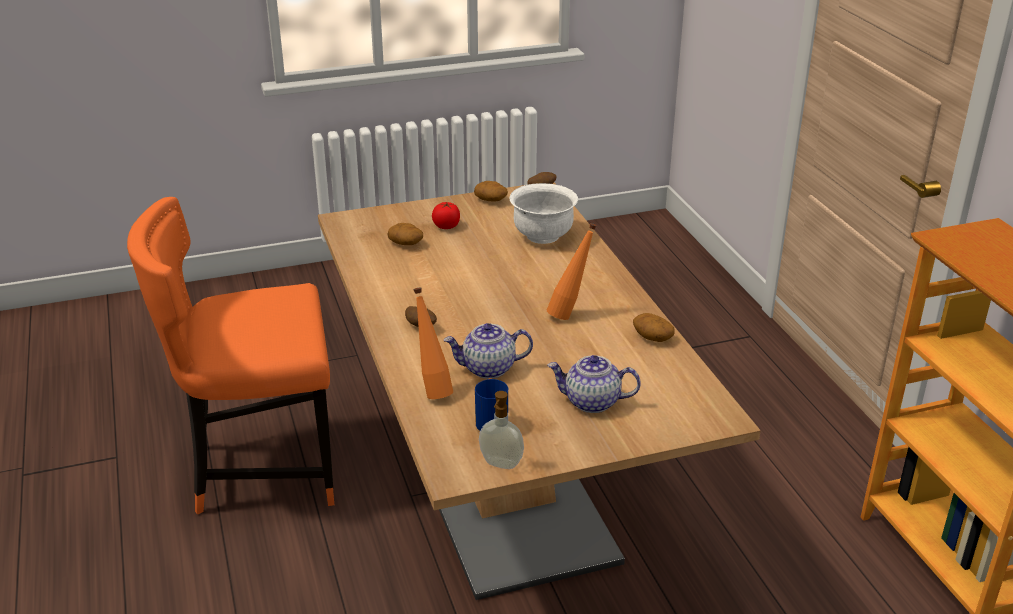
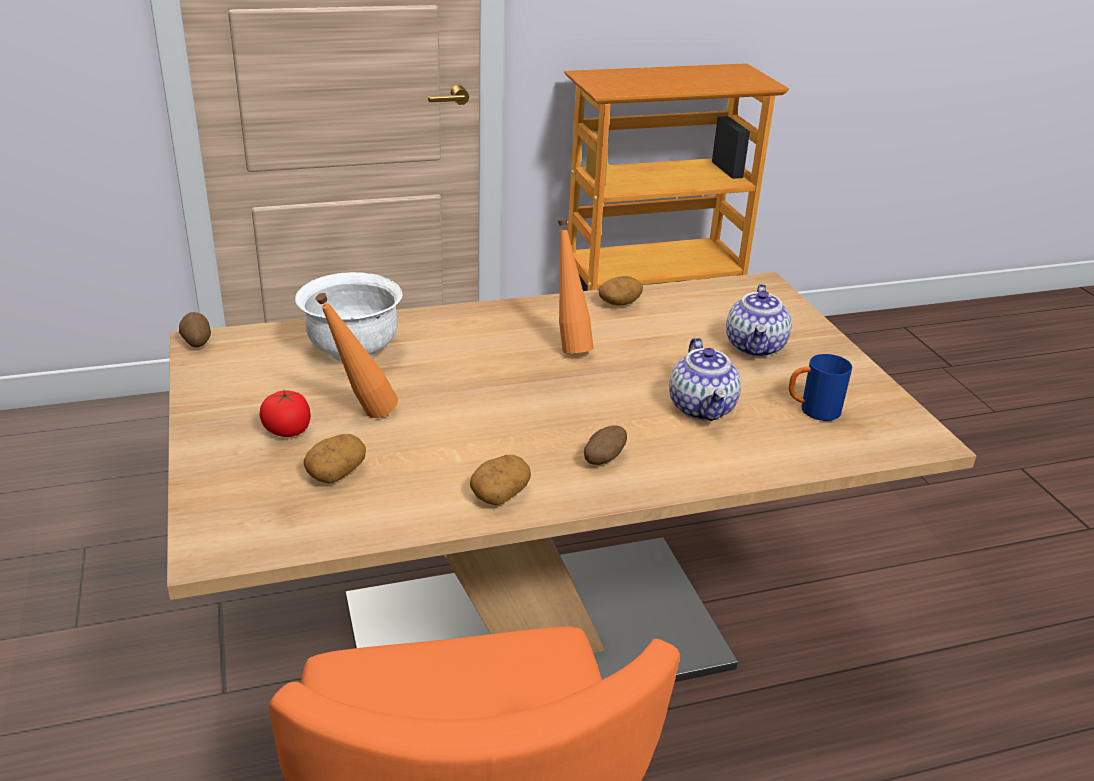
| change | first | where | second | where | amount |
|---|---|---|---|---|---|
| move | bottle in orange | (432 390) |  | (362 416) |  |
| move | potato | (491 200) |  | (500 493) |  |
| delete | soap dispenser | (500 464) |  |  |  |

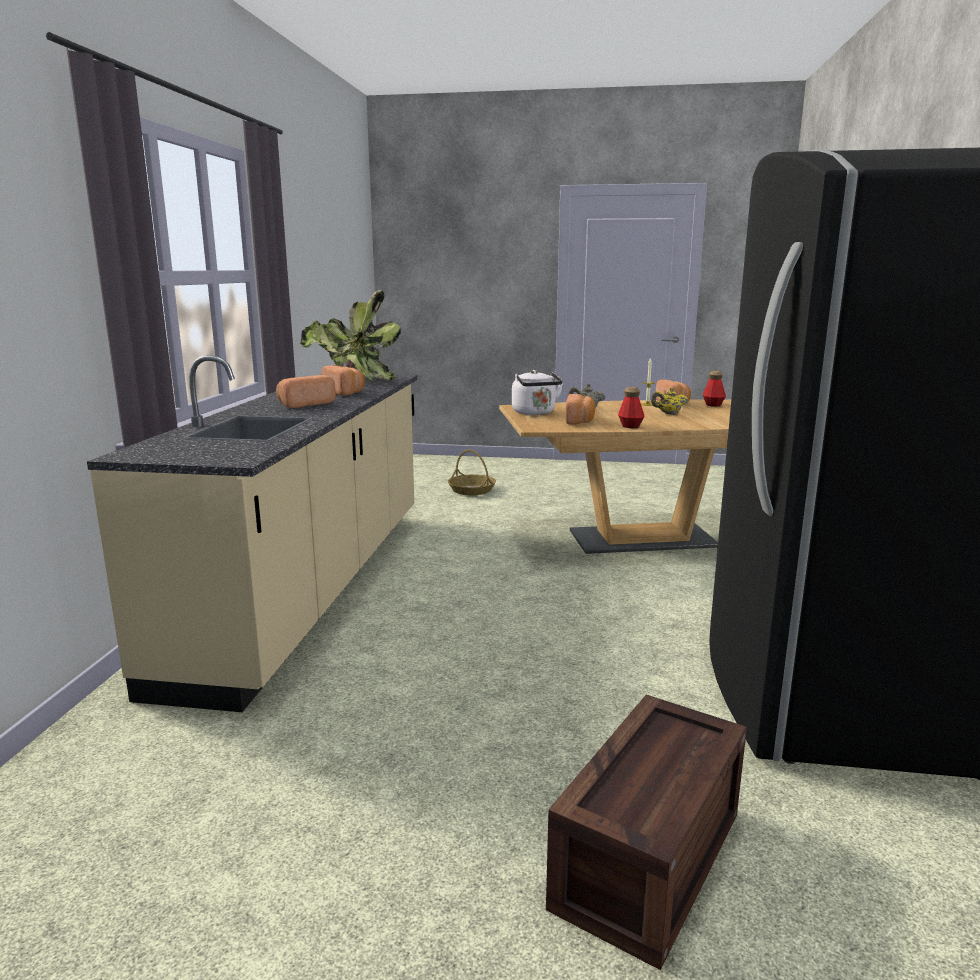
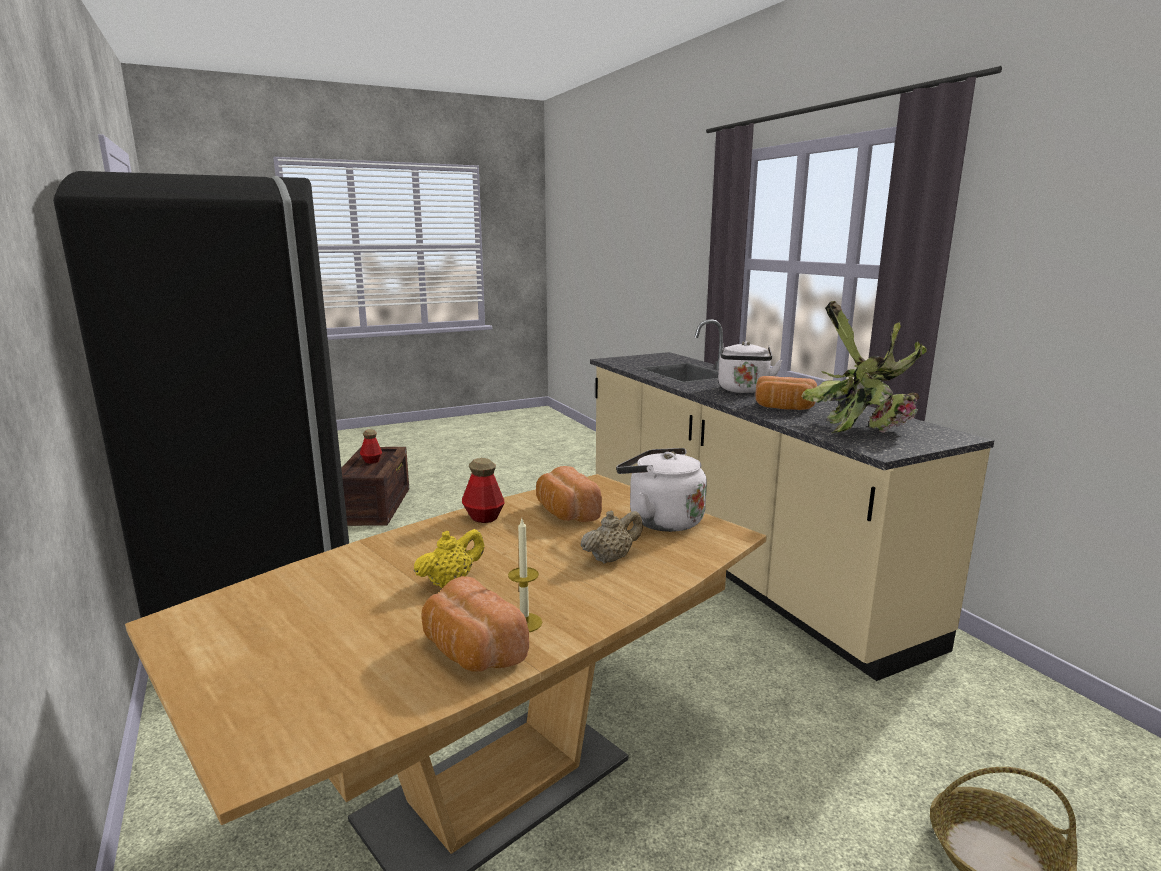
| change | first | where | second | where | amount |
|---|---|---|---|---|---|
| move | bottle | (713 405) |  | (371 461) |  |
| replace | bread | (304 404) | kettle in white | (743 390) |  |

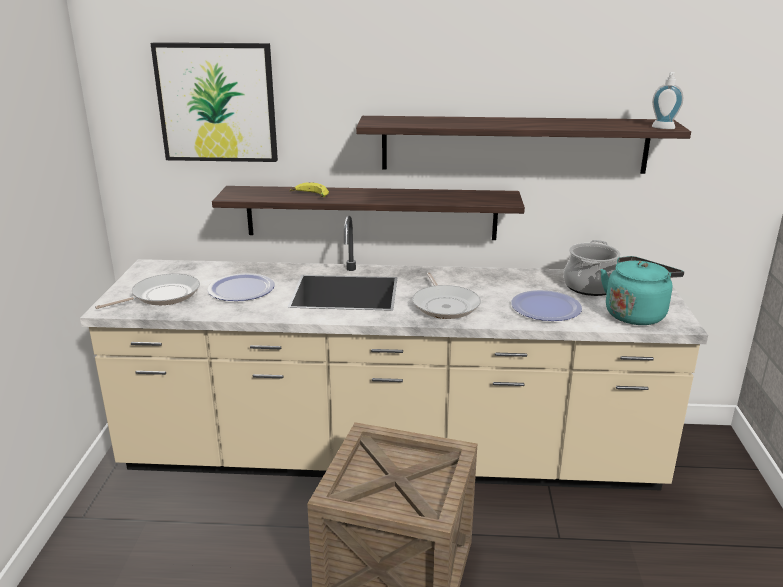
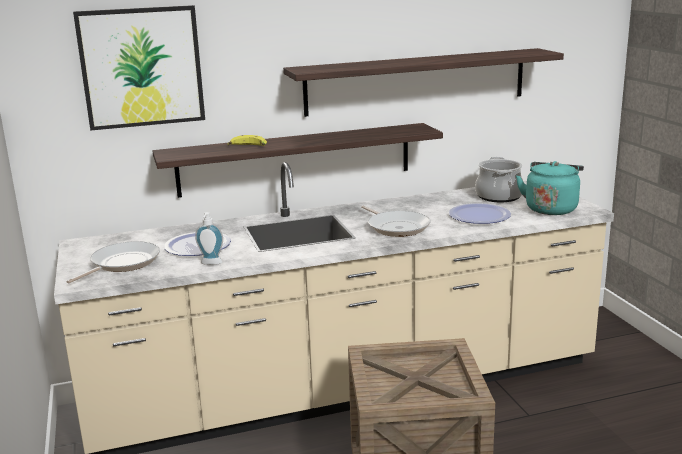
| change | first | where | second | where | amount |
|---|---|---|---|---|---|
| move | soap dispenser | (663 128) |  | (211 263) |  |

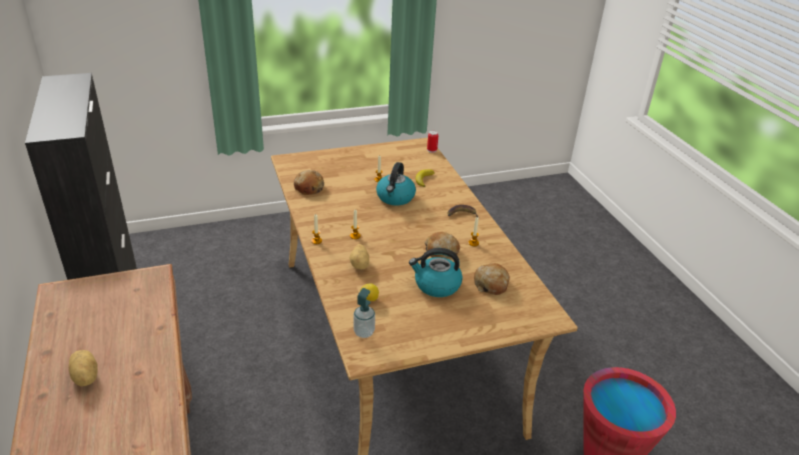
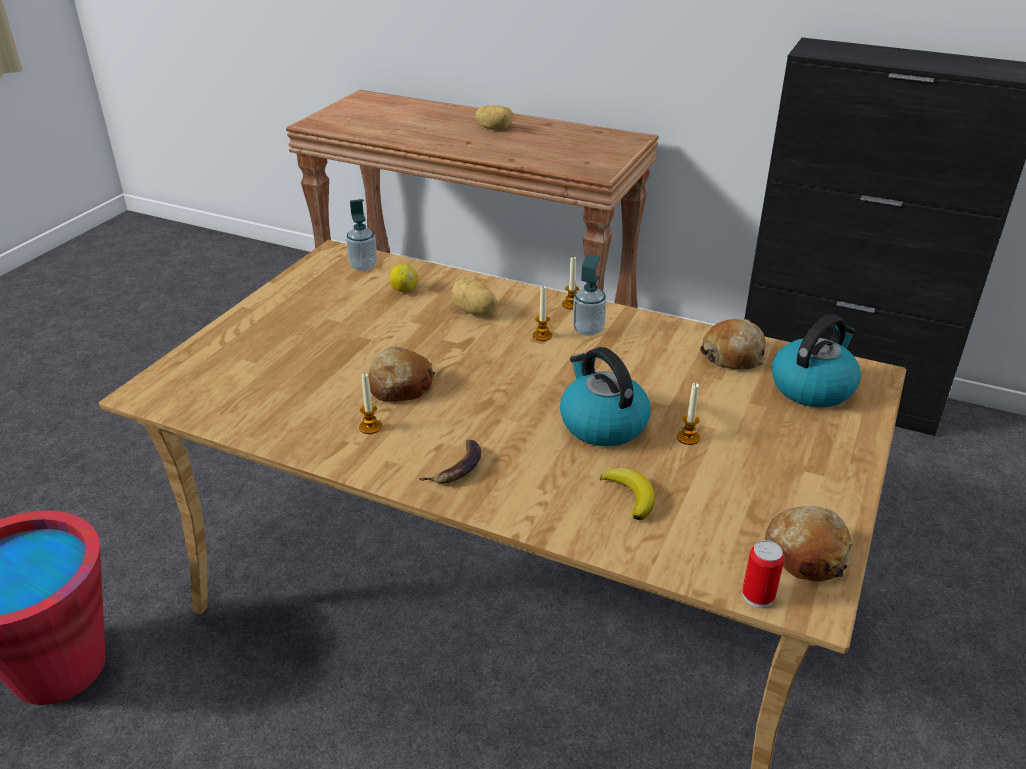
| change | first | where | second | where | amount |
|---|---|---|---|---|---|
| insert |  |  | soap dispenser | (588 330) |  |
| move | bread | (491 284) |  | (806 554) |  |
| move | kettle | (436 285) |  | (812 387) |  |

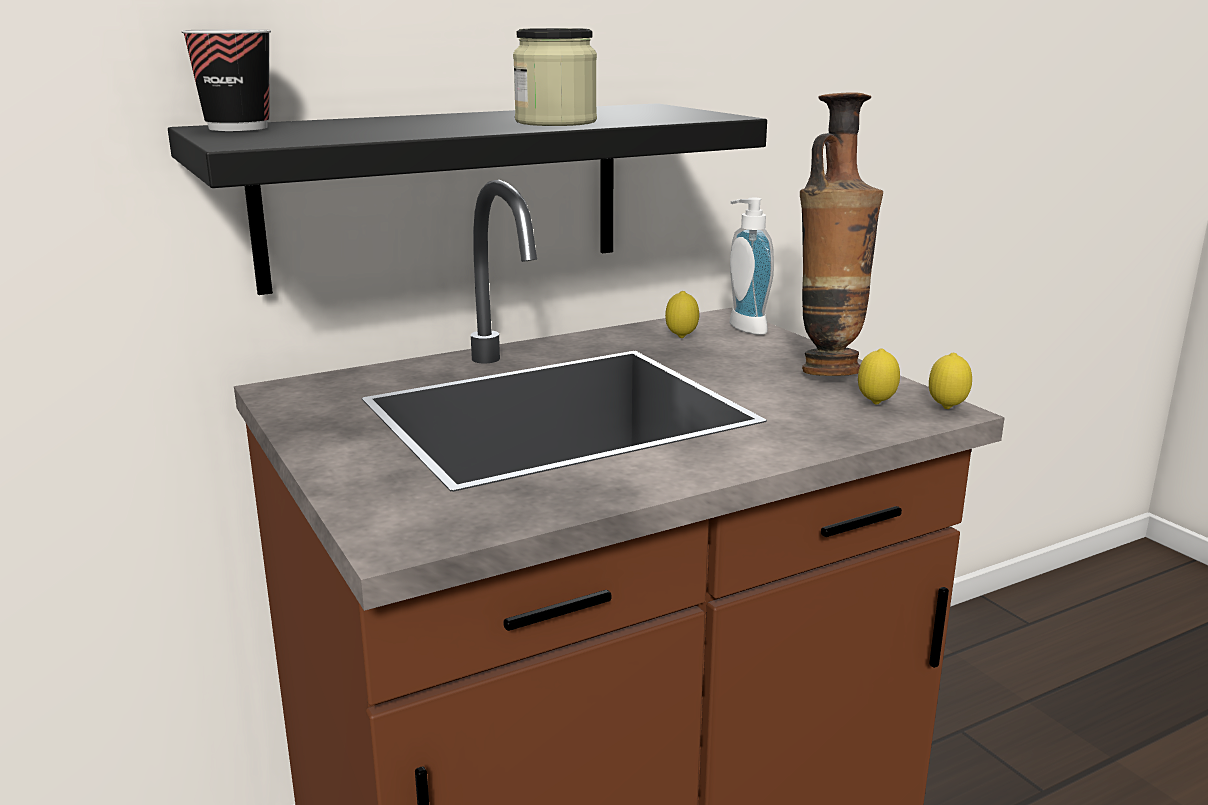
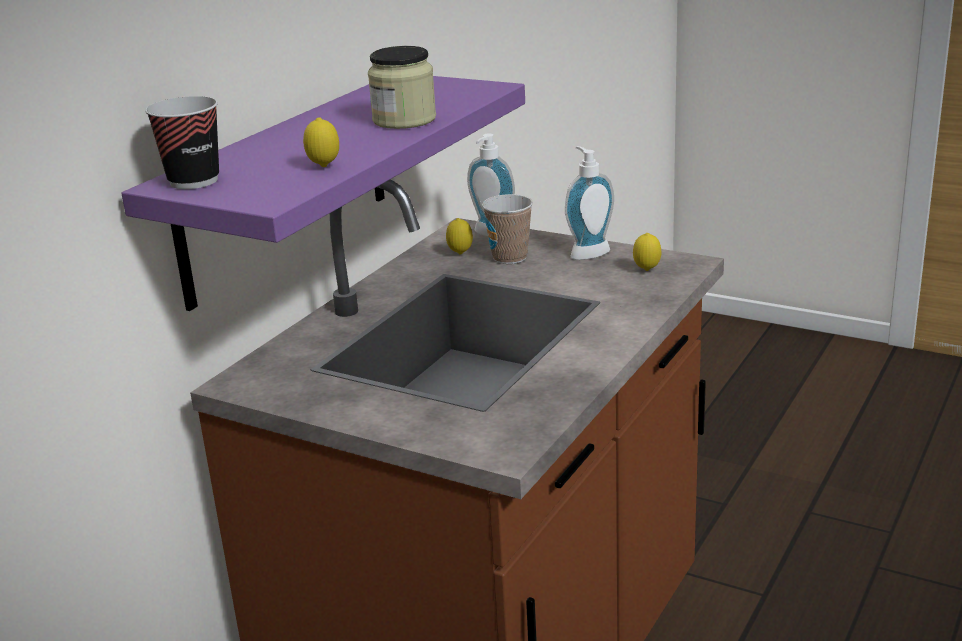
| change | first | where | second | where | amount |
|---|---|---|---|---|---|
| recolor | shelf in black | (444 194) | shelf in purple | (285 187) |  |
| move | lemon | (946 409) |  | (324 167) |  |
| insert |  |  | cup | (509 257) |  |
| replace | vase | (828 369) | soap dispenser | (587 252) |  |

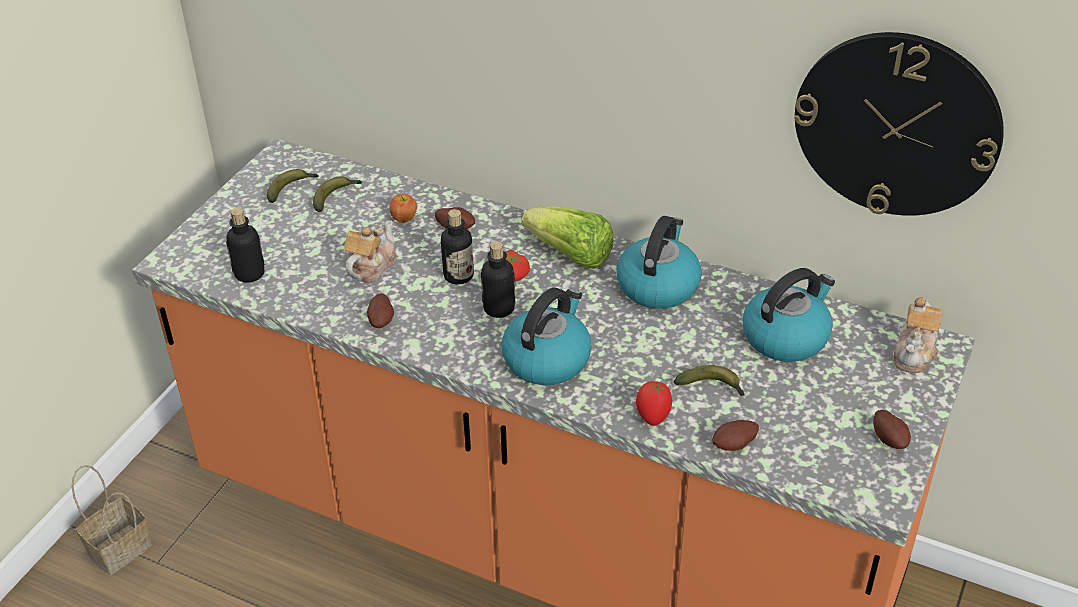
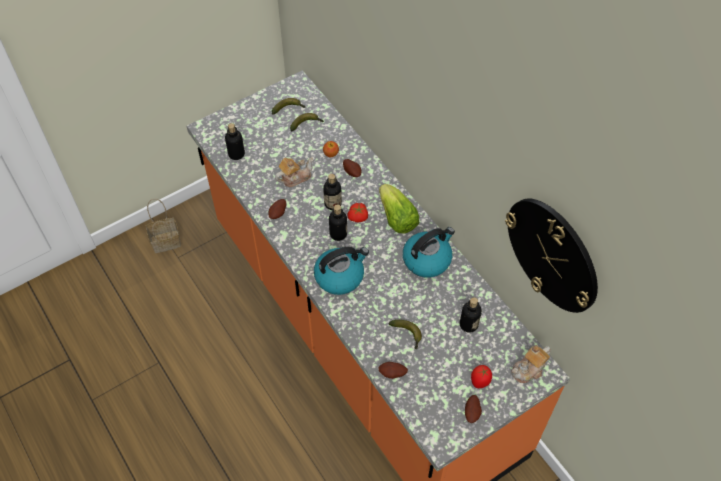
| change | first | where | second | where | amount |
|---|---|---|---|---|---|
| replace | kettle | (786 337) | bottle | (468 324) |  |
| move | tomato | (653 417) |  | (480 381) |  |

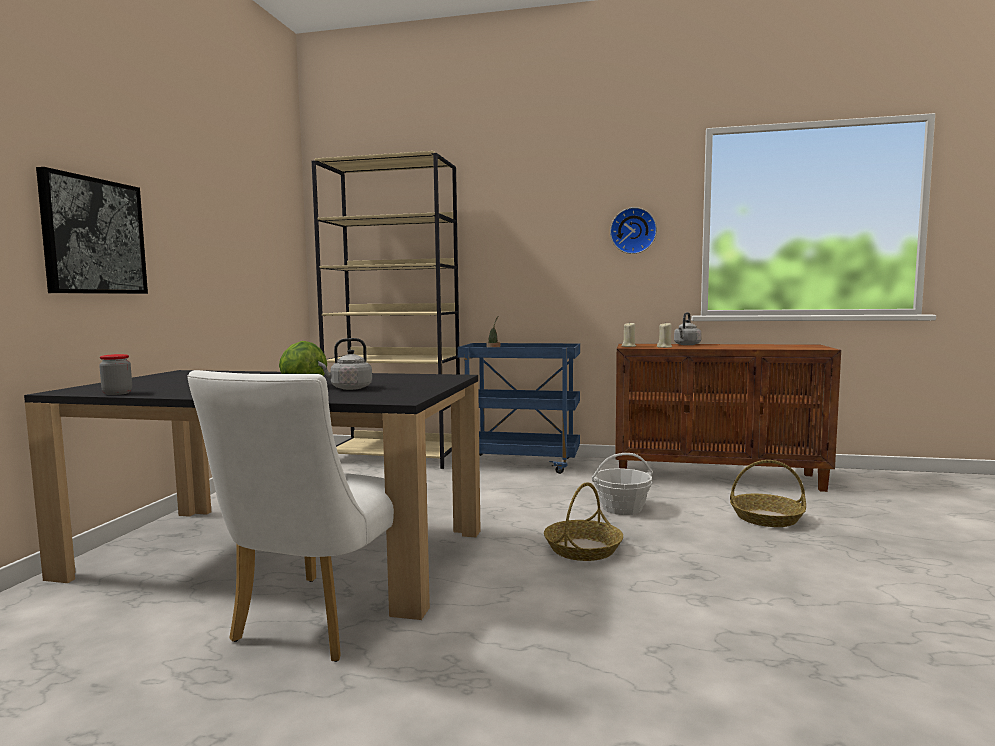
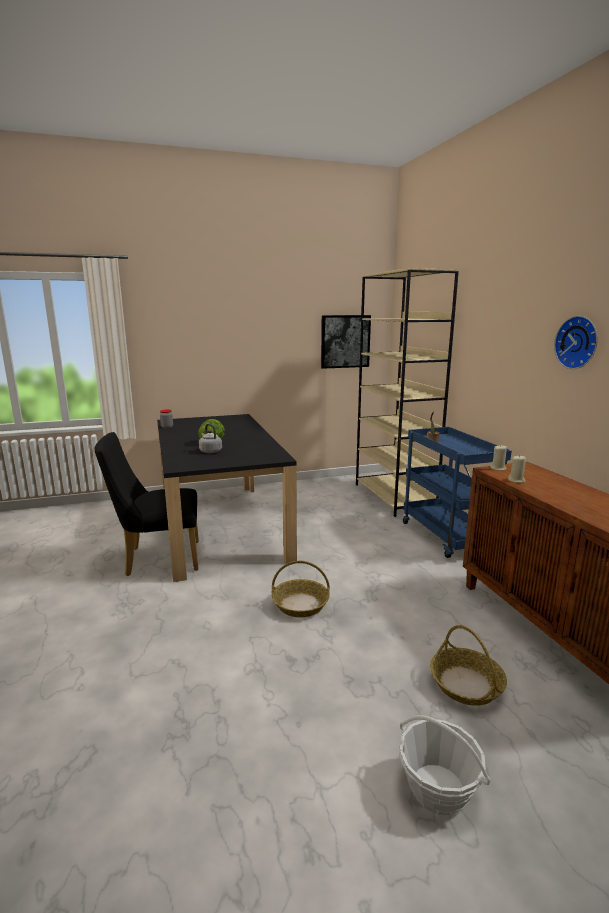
| change | first | where | second | where | amount |
|---|---|---|---|---|---|
| recolor | chair in white | (316 623) | chair in black | (157 559) |  |
| move | picture | (93 236) |  | (345 341) |  |
| move | basket | (622 508) |  | (437 788) |  |
| delete | kettle in grey | (686 345) |  |  |  |

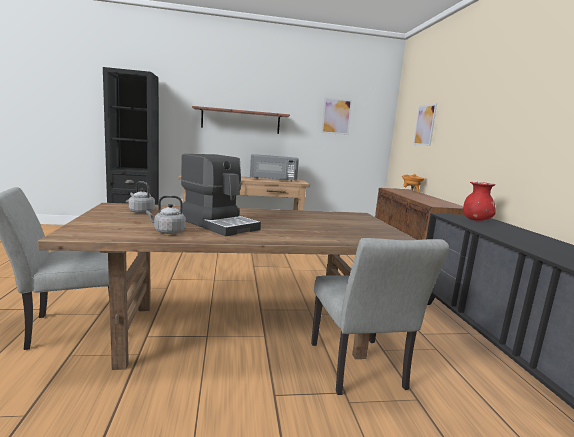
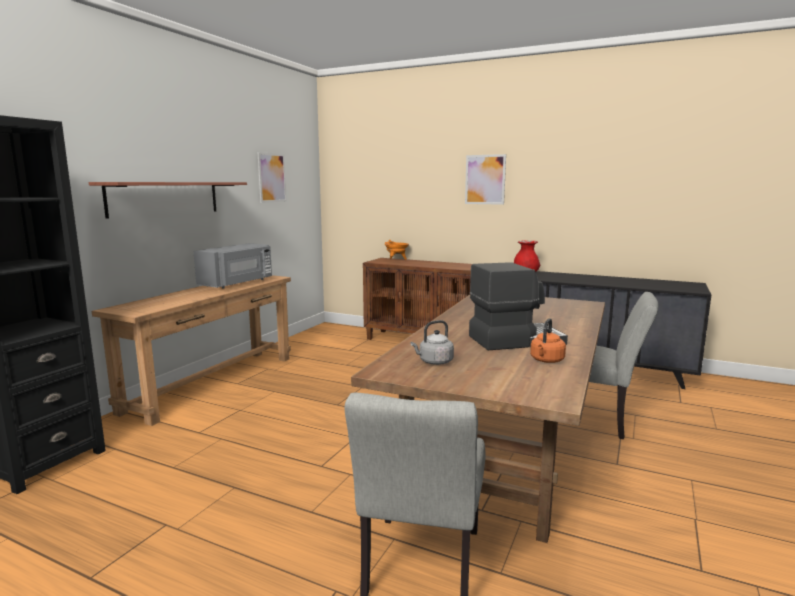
| change | first | where | second | where | amount |
|---|---|---|---|---|---|
| move | picture | (424 125) |  | (485 179) |  |
| recolor | kettle in grey | (168 232) | kettle in orange | (546 360) |  |

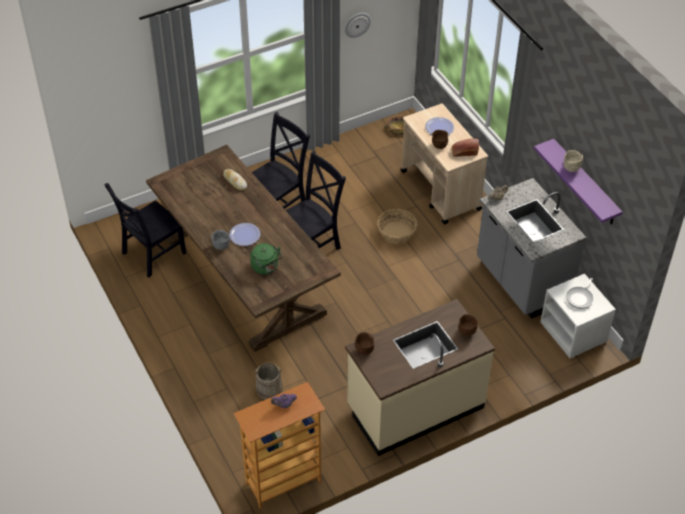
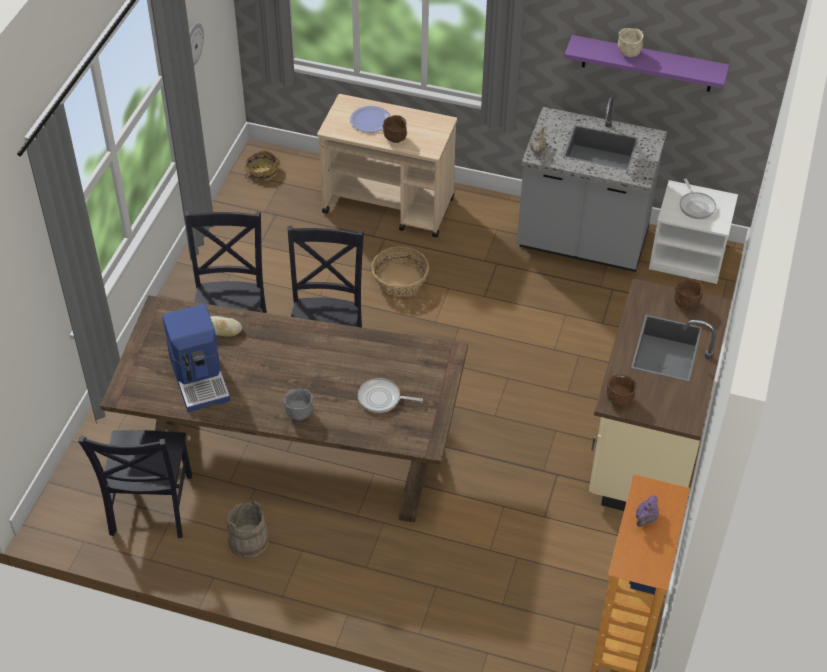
| change | first | where | second | where | amount |
|---|---|---|---|---|---|
| insert |  |  | coffee machine | (200 378) |  |
| move | bucket in beige | (269 389) |  | (249 541) |  |
| replace | kettle in green | (266 267) | frying pan | (382 399) |  |
| delete | plate | (245 235) |  |  |  |
| delete | bread | (464 152) |  |  |  |

